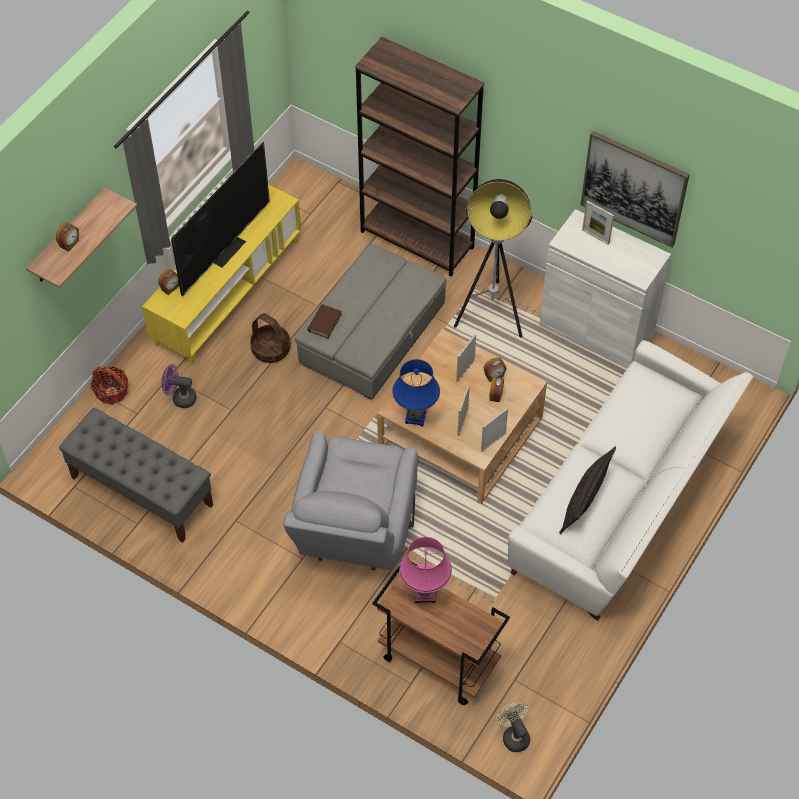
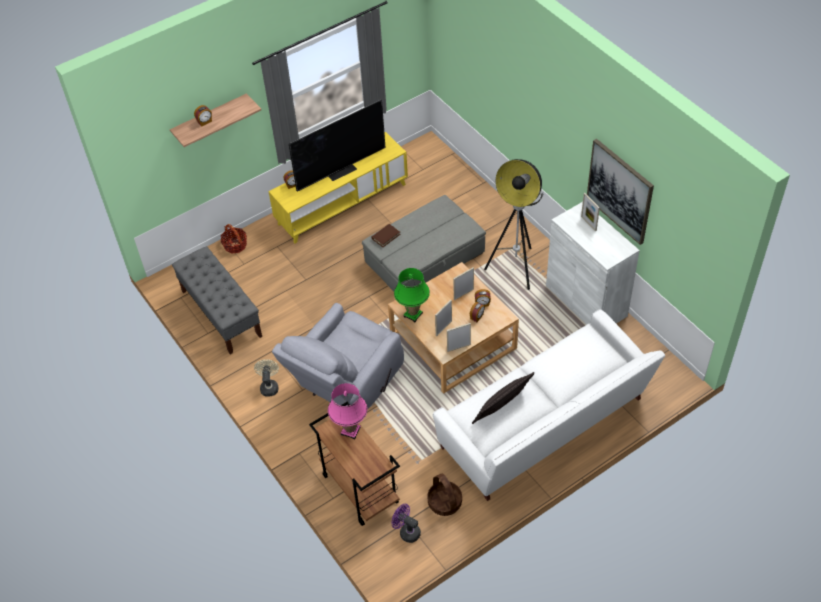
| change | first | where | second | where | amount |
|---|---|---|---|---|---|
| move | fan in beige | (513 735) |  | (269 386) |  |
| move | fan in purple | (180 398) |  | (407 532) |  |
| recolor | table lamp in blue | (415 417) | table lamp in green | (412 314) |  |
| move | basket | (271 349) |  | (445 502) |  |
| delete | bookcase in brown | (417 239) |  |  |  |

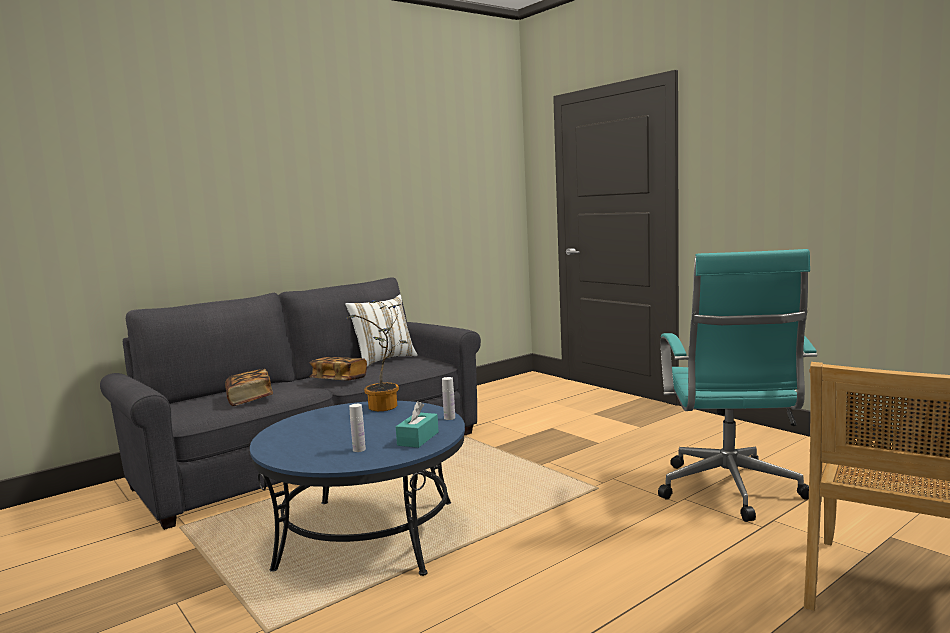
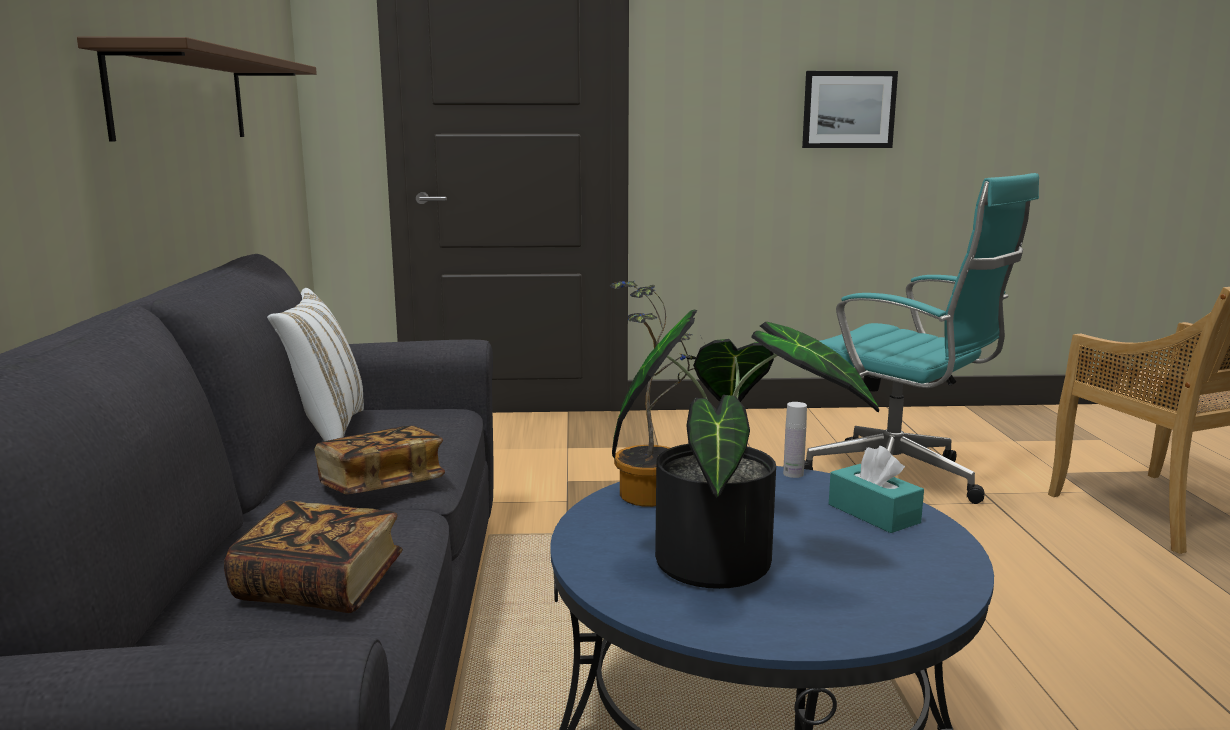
| change | first | where | second | where | amount |
|---|---|---|---|---|---|
| insert |  |  | shelf in brown | (182 97) |  |
| insert |  |  | potted plant | (722 558) |  |
| insert |  |  | picture | (848 109) |  |
| delete | bottle in white | (359 449) |  |  |  |

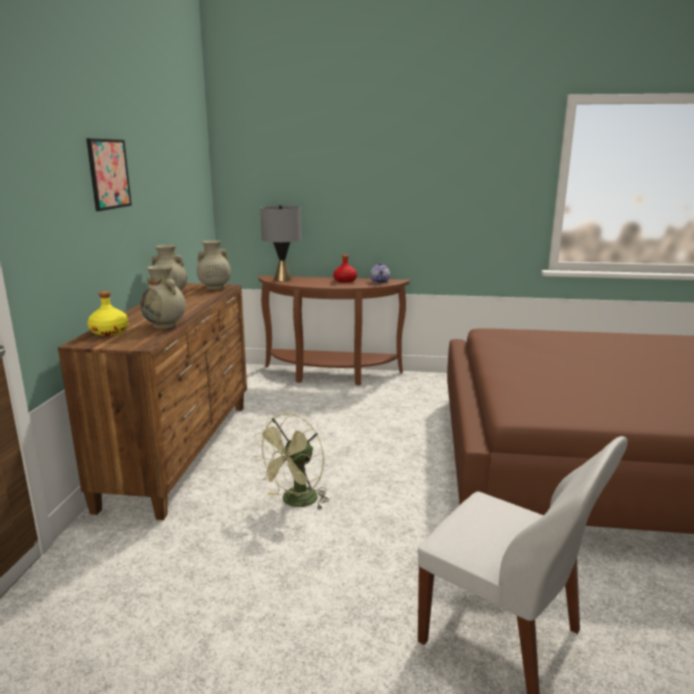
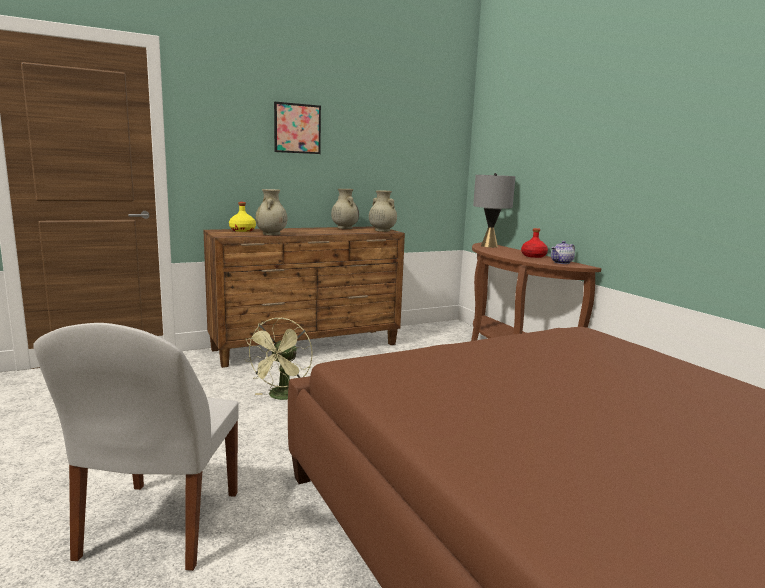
| change | first | where | second | where | amount |
|---|---|---|---|---|---|
| rotate | fan in green | (295 502) |  | (282 397) | 75 degrees counterclockwise |

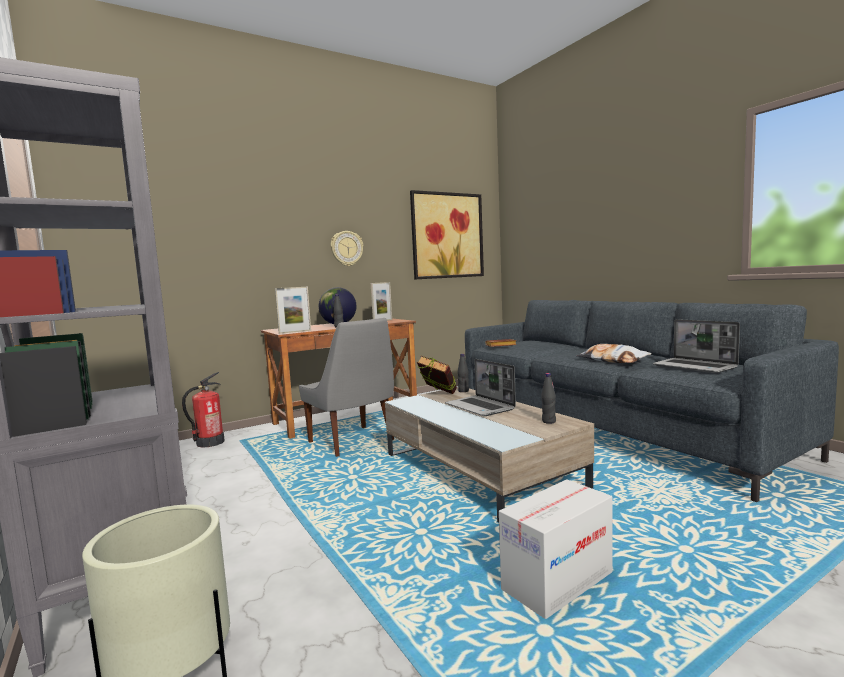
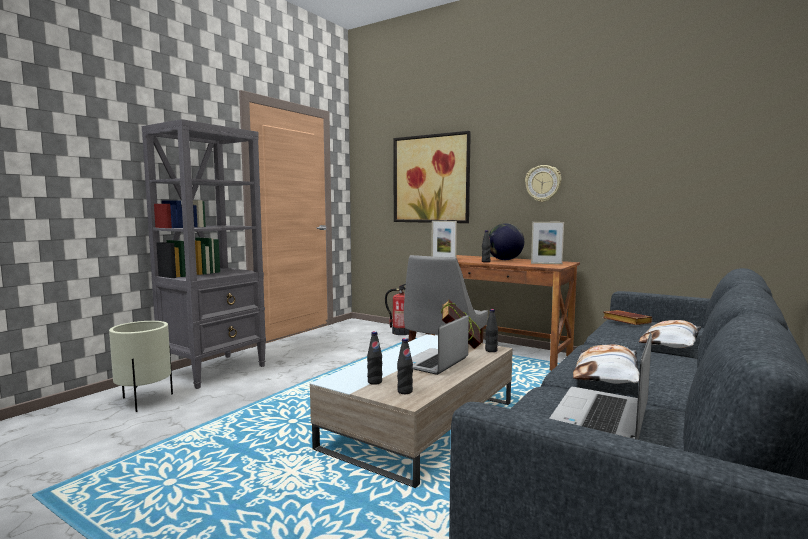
| change | first | where | second | where | amount |
|---|---|---|---|---|---|
| insert |  |  | bottle in black | (374 382) |  |
| move | picture | (447 235) |  | (431 179) |  |
| insert |  |  | pillow | (671 342) |  |
| delete | cardboard box | (557 582) |  |  |  |

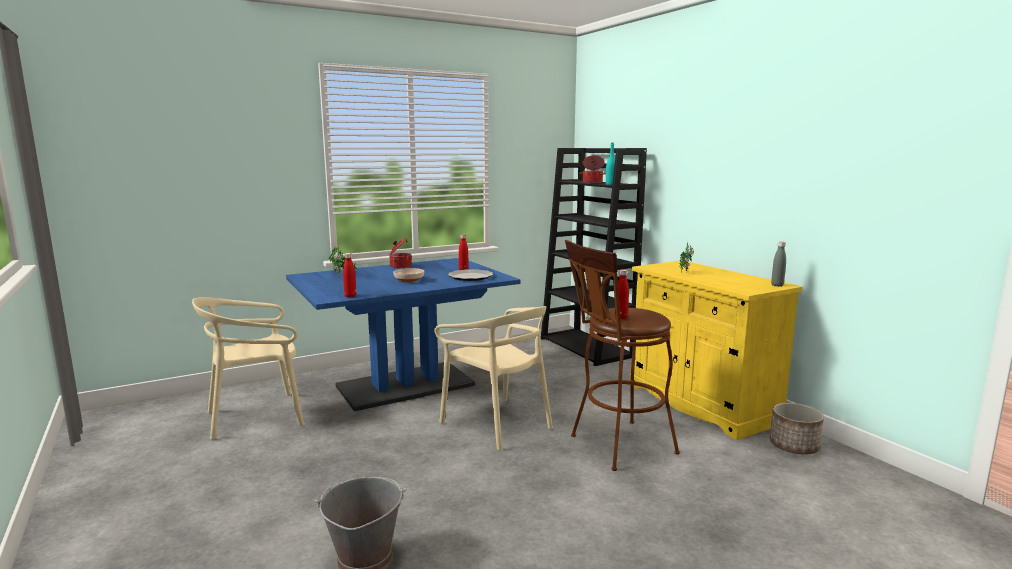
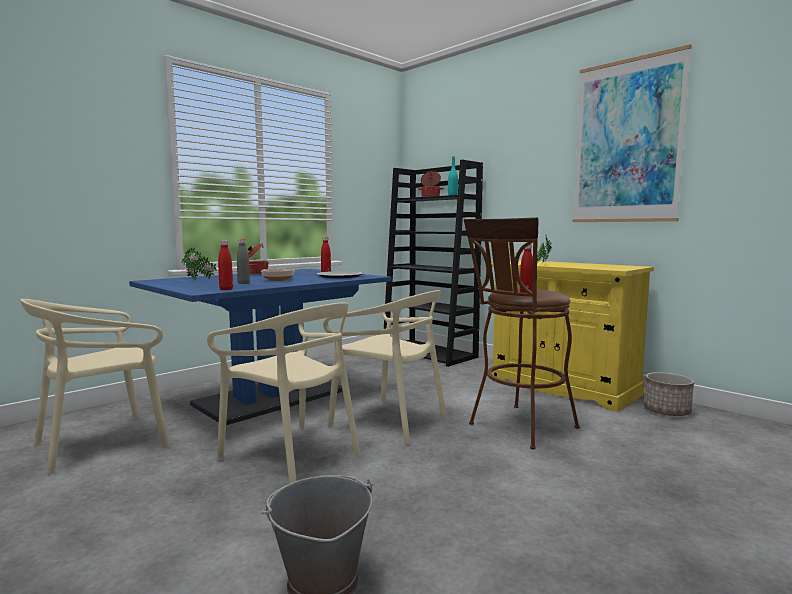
| change | first | where | second | where | amount |
|---|---|---|---|---|---|
| insert |  |  | chair in beige | (292 455) |  |
| move | bottle in grey | (777 285) |  | (243 283) |  |
| insert |  |  | picture | (627 142) |  |

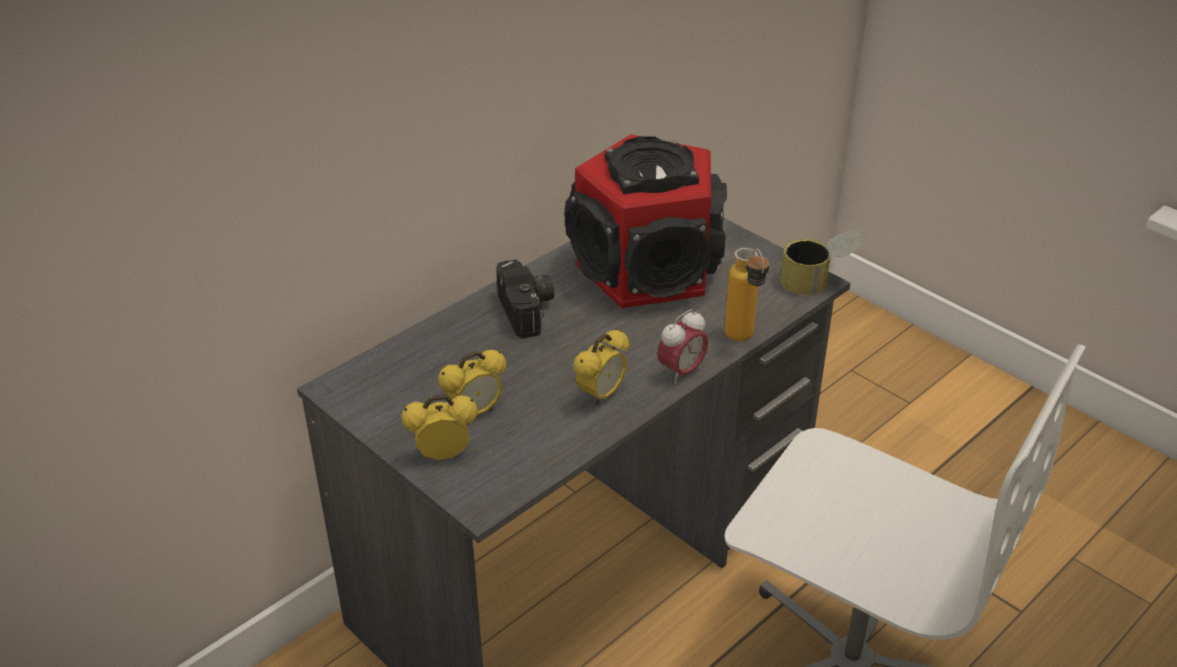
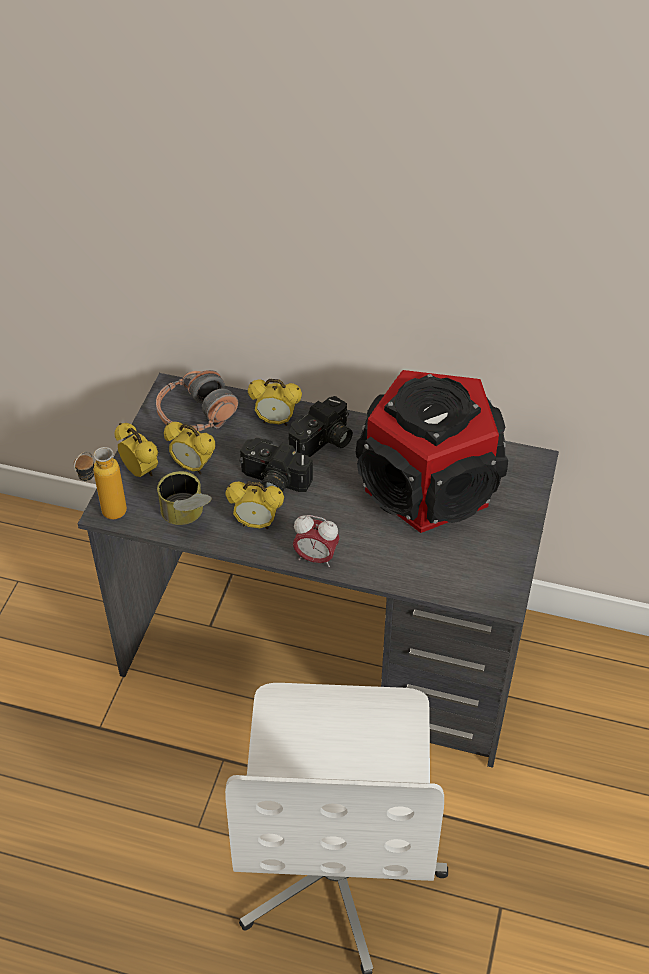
| change | first | where | second | where | amount |
|---|---|---|---|---|---|
| move | bottle | (743 341) |  | (106 517) |  |
| insert |  |  | headphones | (196 415) |  |
| move | can | (818 282) |  | (187 518) |  |
| insert |  |  | photo camera | (273 481) |  |
| insert |  |  | alarm clock | (276 421) |  |

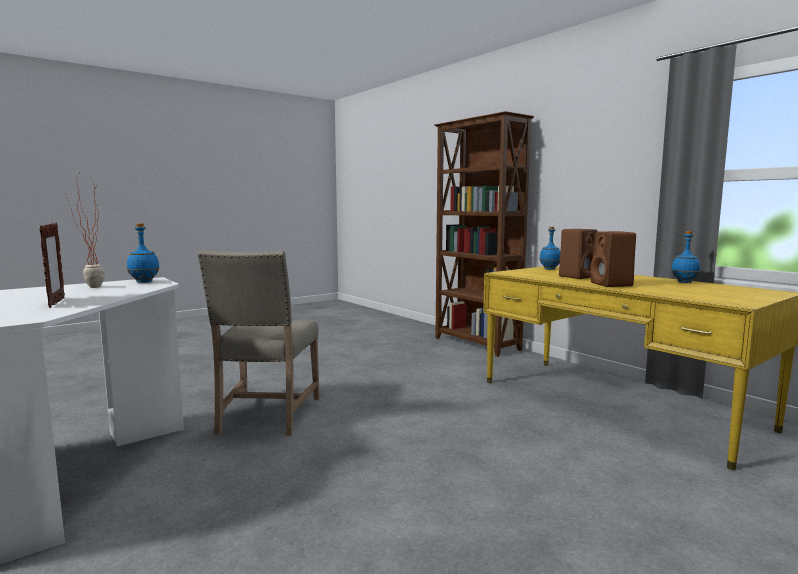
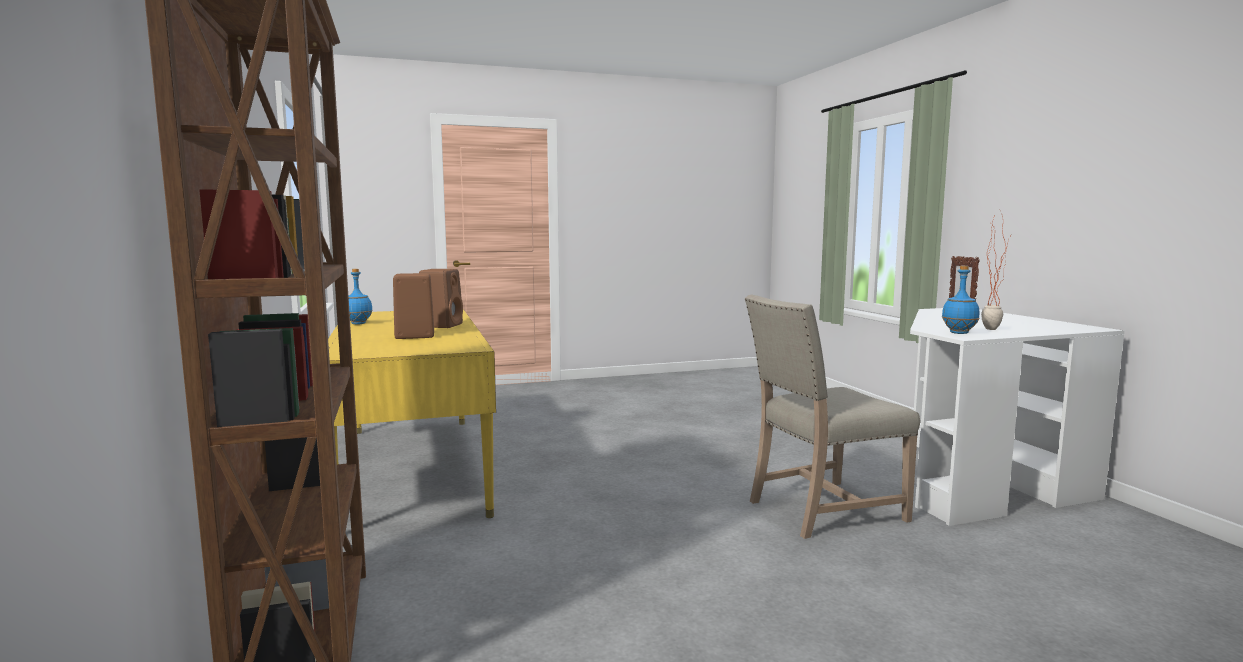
| change | first | where | second | where | amount |
|---|---|---|---|---|---|
| rotate | chair in beige | (266 416) |  | (821 510) | 135 degrees counterclockwise |
| delete | bottle in blue | (549 269) |  |  |  |

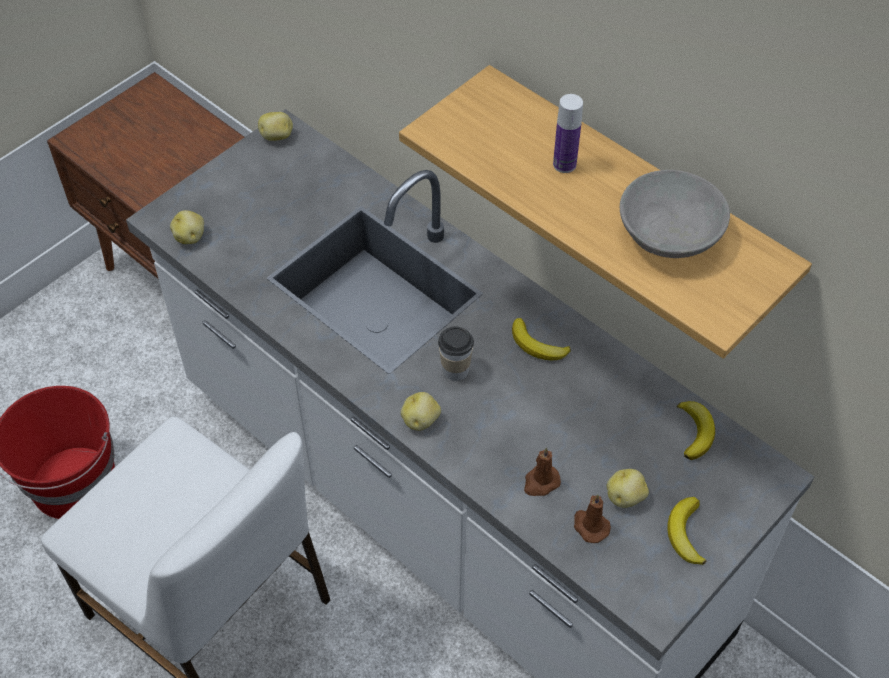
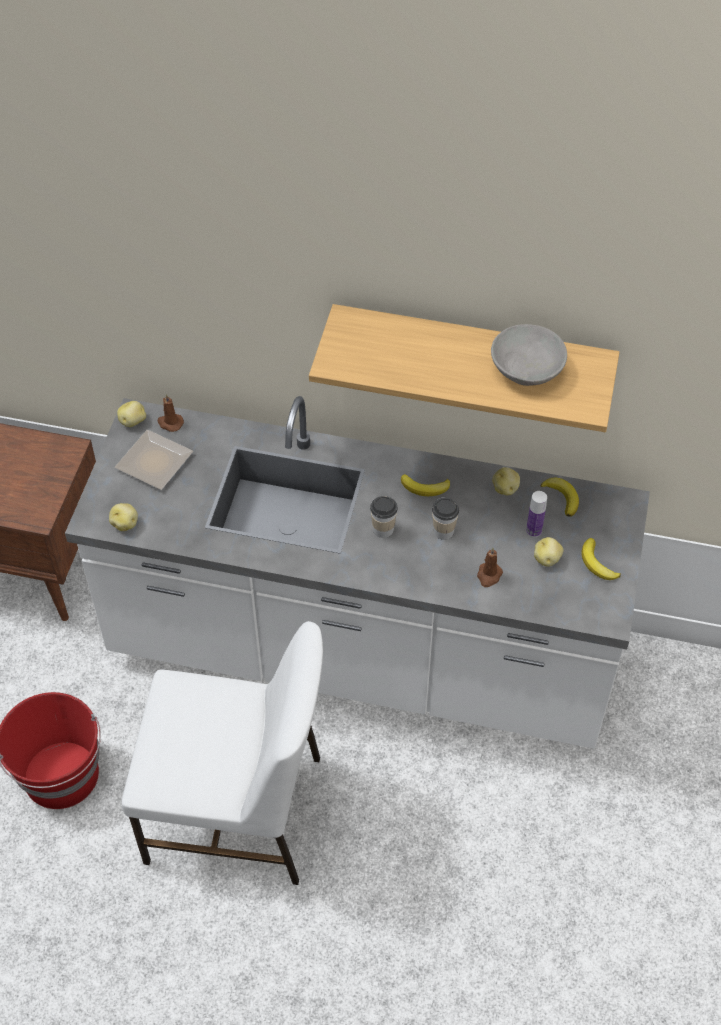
| change | first | where | second | where | amount |
|---|---|---|---|---|---|
| insert |  |  | plate | (151 463) |  |
| move | candle in brown | (590 526) |  | (170 423) |  |
| insert |  |  | cup | (443 531) |  |
| move | potato | (421 420) |  | (505 488) |  |
| move | bottle | (564 164) |  | (533 531) |  |

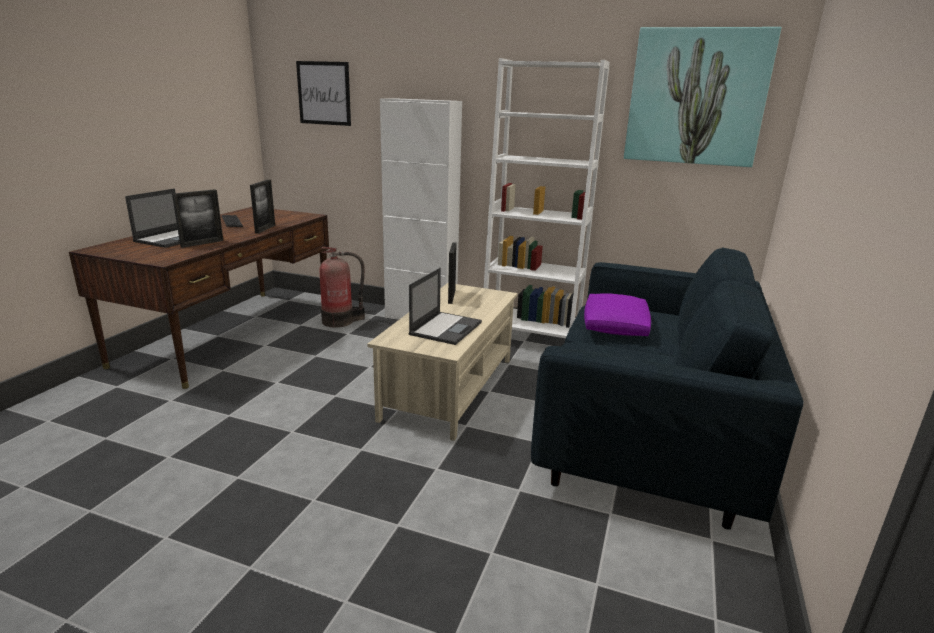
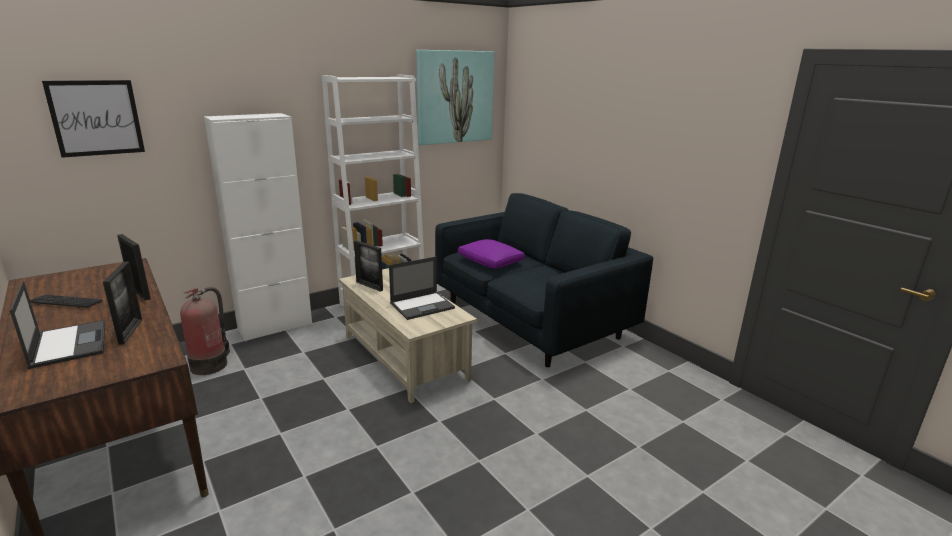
| change | first | where | second | where | amount |
|---|---|---|---|---|---|
| rotate | laptop | (446 328) |  | (422 305) | 90 degrees clockwise |

